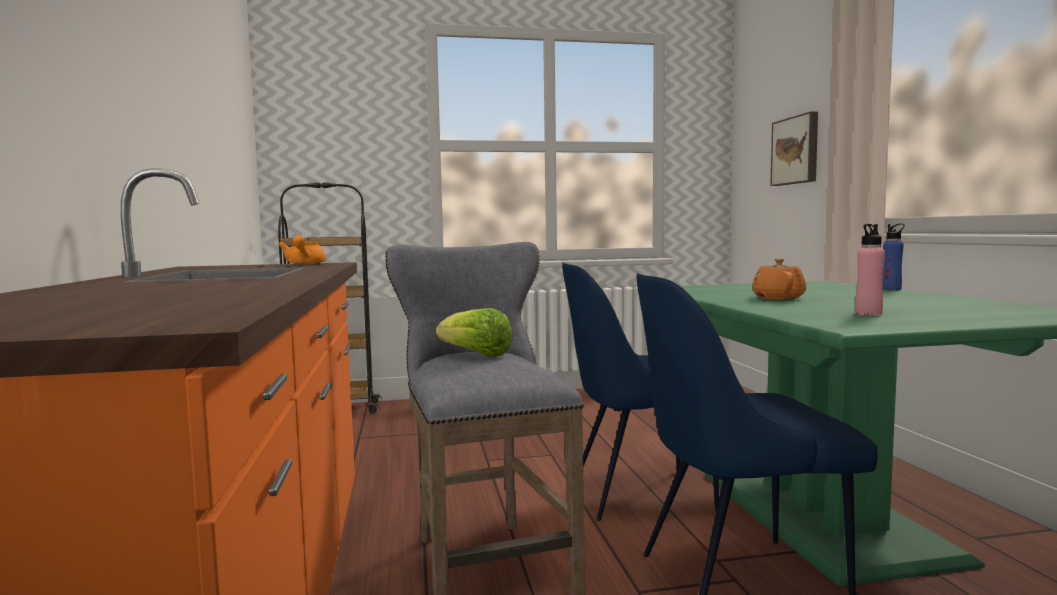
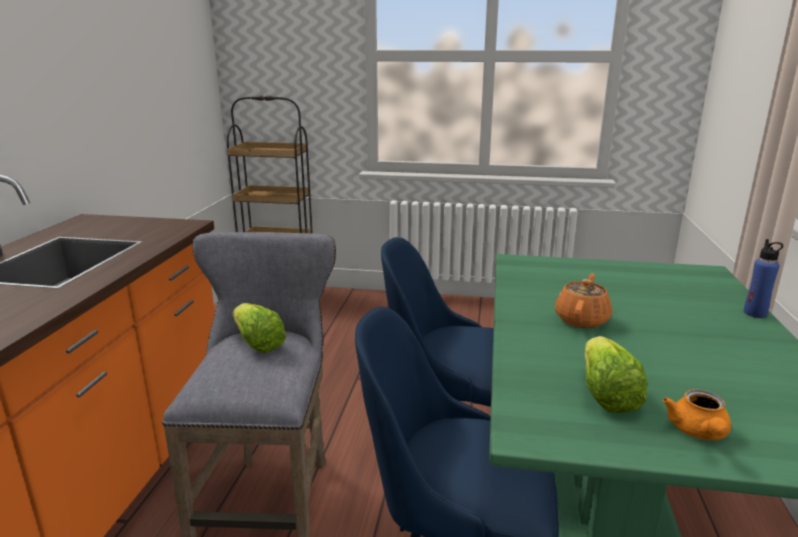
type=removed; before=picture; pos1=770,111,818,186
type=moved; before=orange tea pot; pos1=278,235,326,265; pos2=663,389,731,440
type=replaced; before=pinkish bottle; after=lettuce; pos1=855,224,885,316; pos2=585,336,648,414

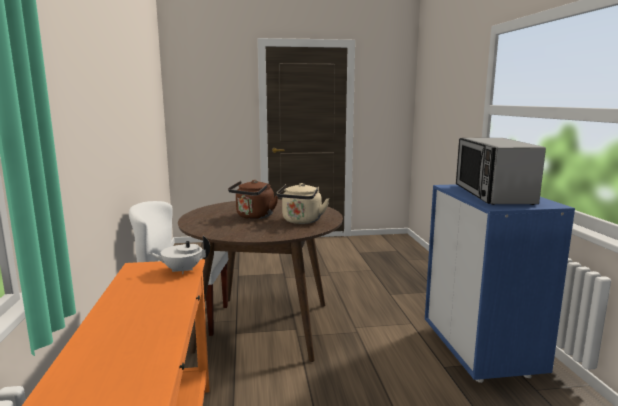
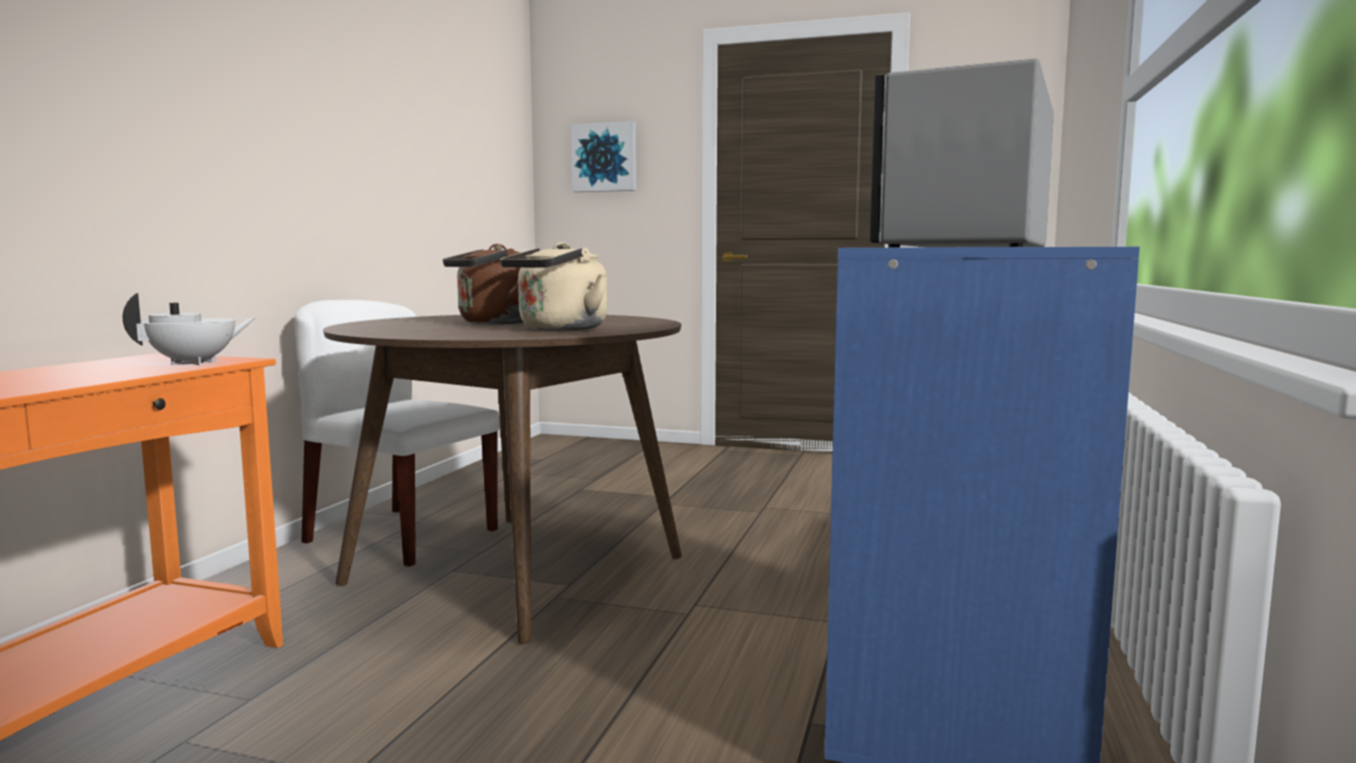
type=added; after=picture; pos2=571,121,636,192
type=turned; before=white-coloured tea pot; pos1=148,236,210,274; pos2=123,293,255,365; turn=120

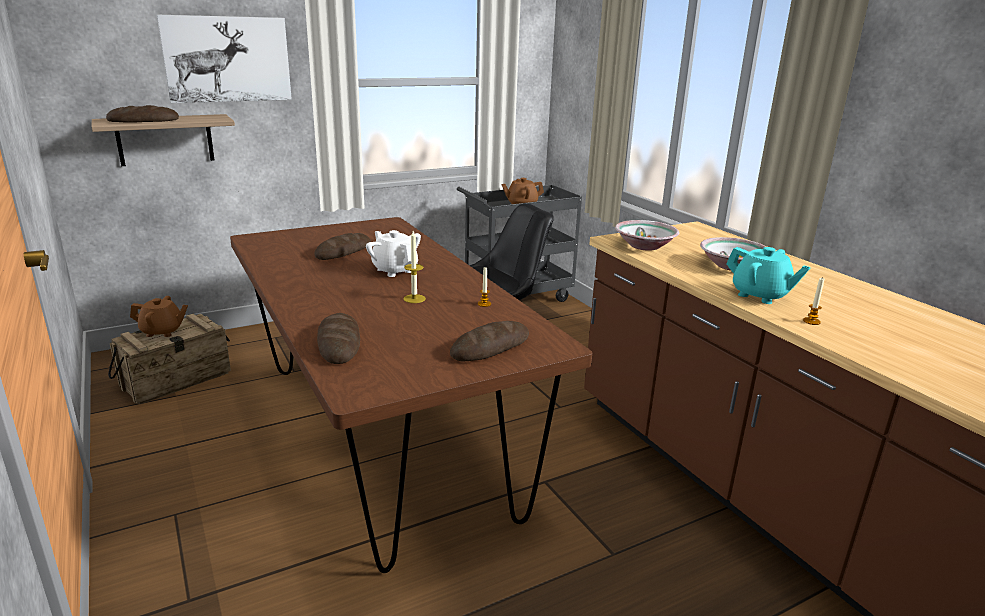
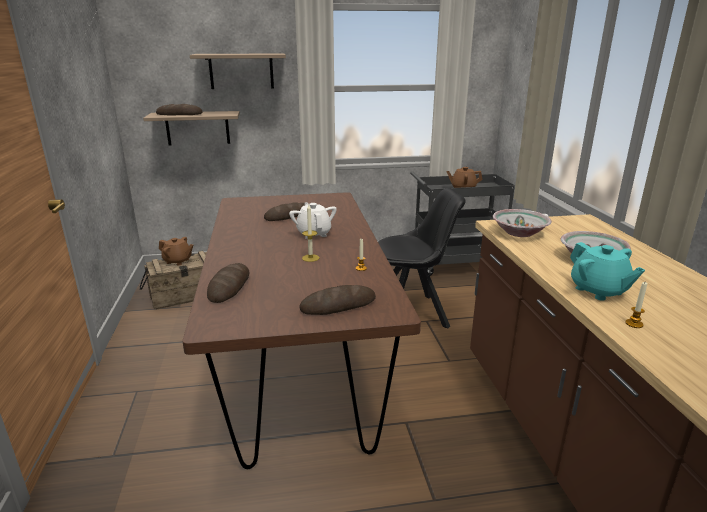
type=replaced; before=picture; after=shelf; pos1=157,15,292,103; pos2=190,53,286,89

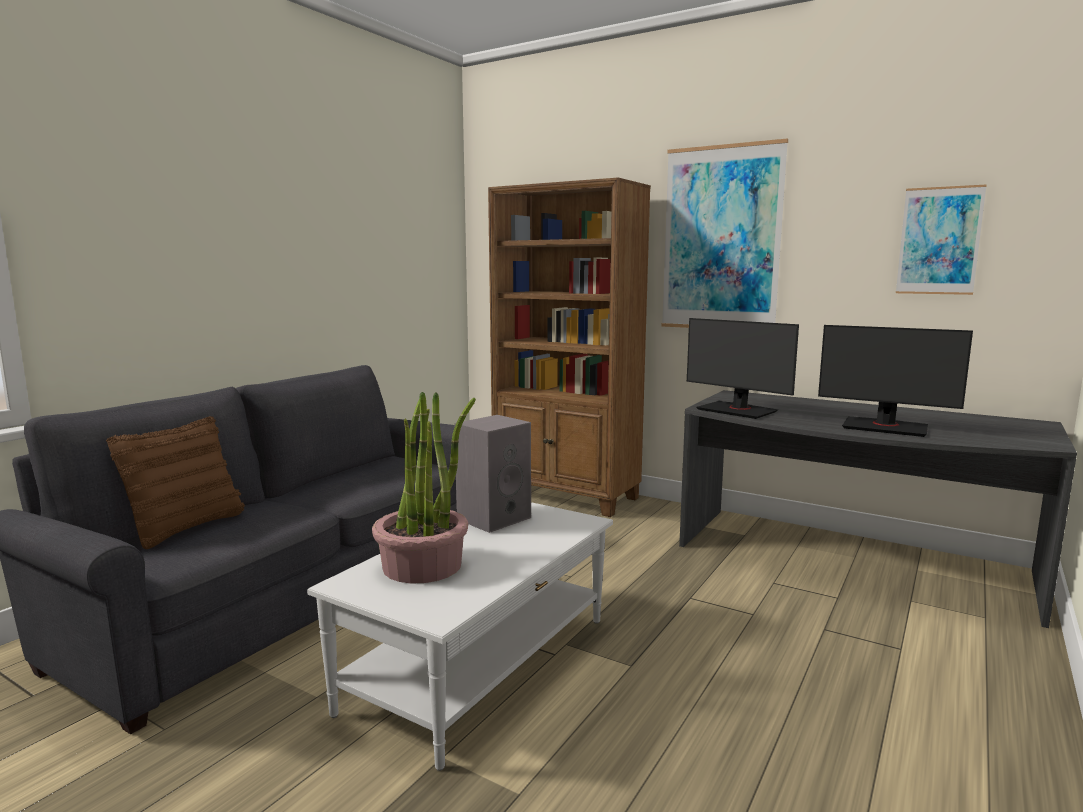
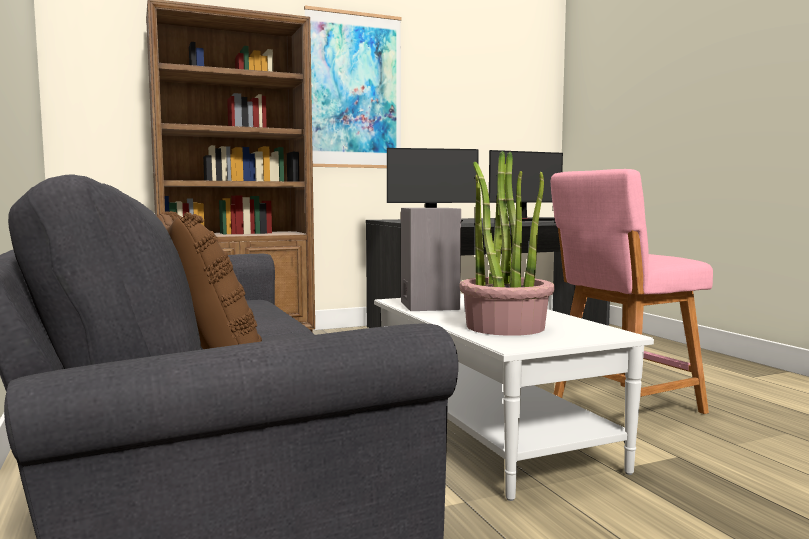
type=removed; before=picture; pos1=896,184,987,295
type=added; after=pinkish stool; pos2=550,169,713,428

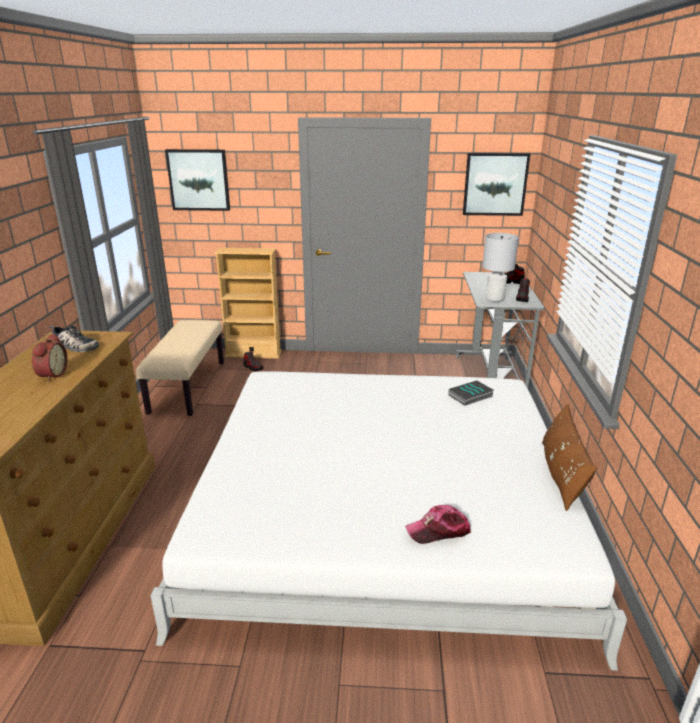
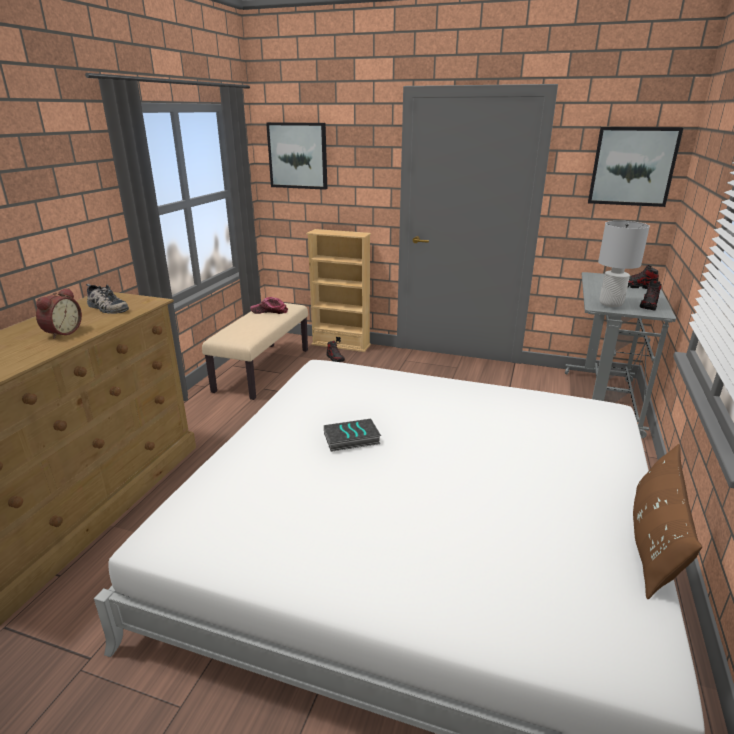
type=moved; before=cap; pos1=405,505,471,544; pos2=250,297,288,314
type=moved; before=volume; pos1=448,380,494,406; pos2=324,419,381,452

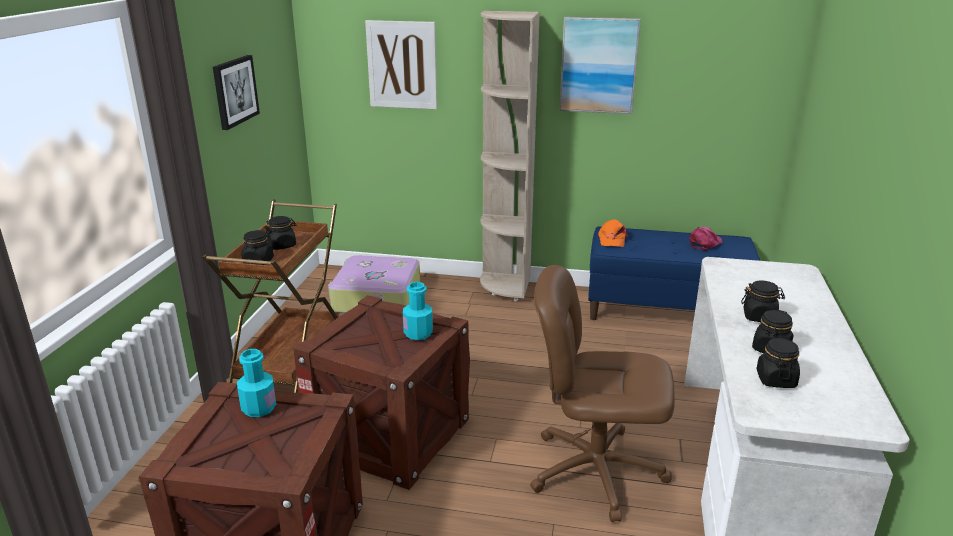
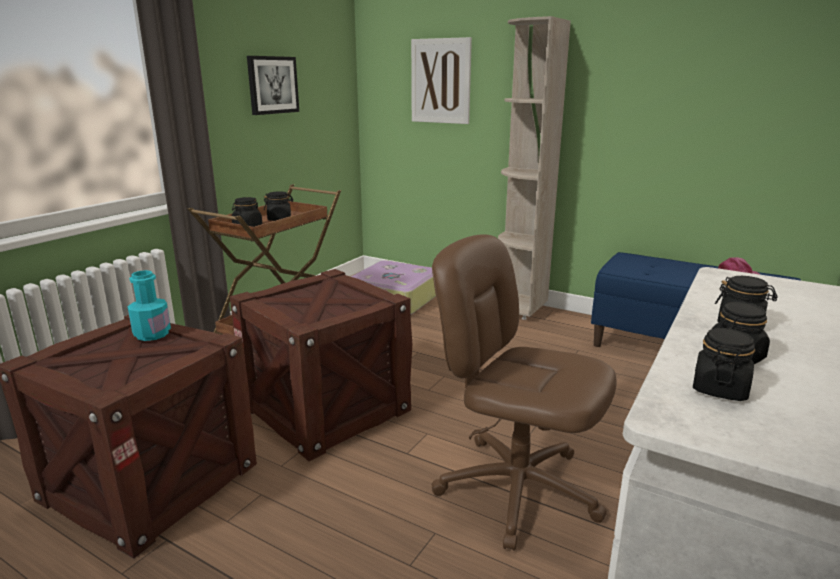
type=removed; before=turquoise bottle; pos1=403,282,433,340
type=removed; before=picture; pos1=559,17,641,114
type=removed; before=orange cap; pos1=598,219,628,247

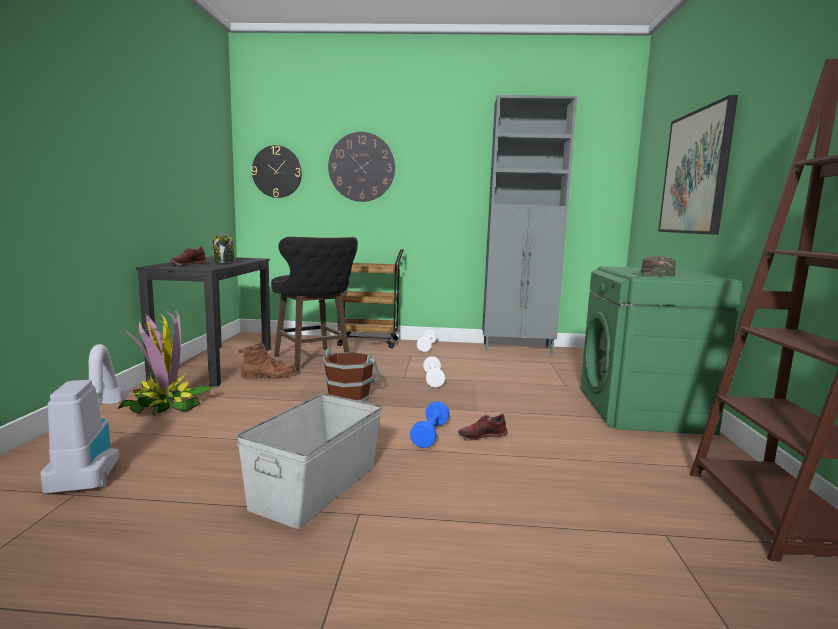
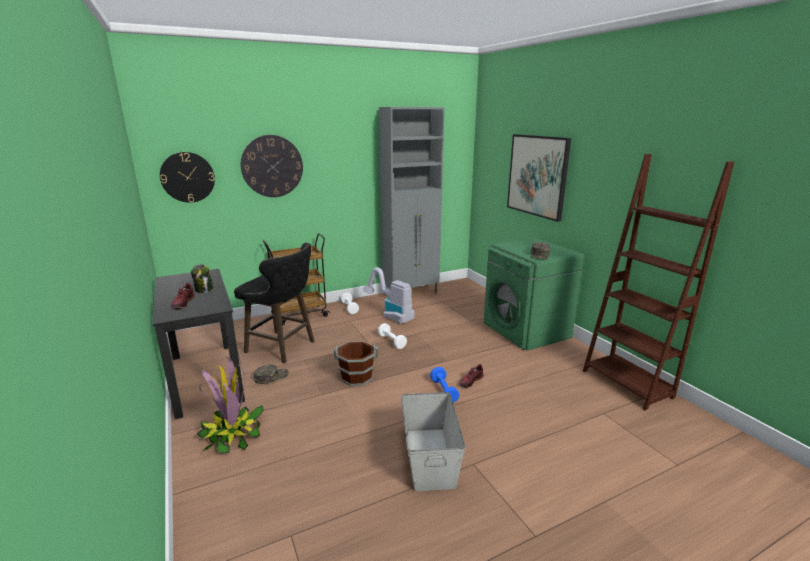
type=moved; before=hoover; pos1=40,344,129,494; pos2=363,267,414,325
type=replaced; before=brown-coloured high-top boot; after=greenish cap; pos1=238,342,297,379; pos2=254,365,289,384

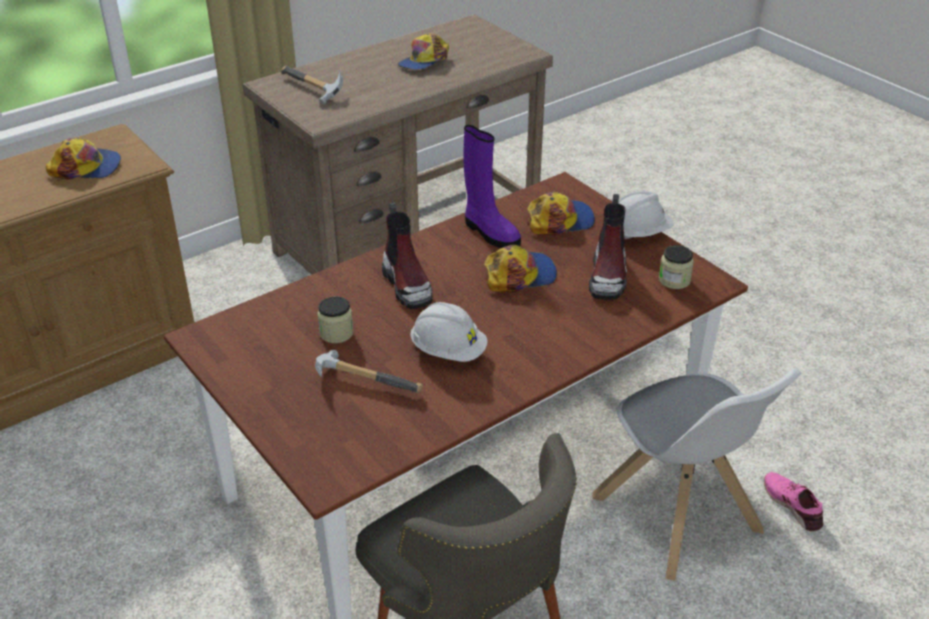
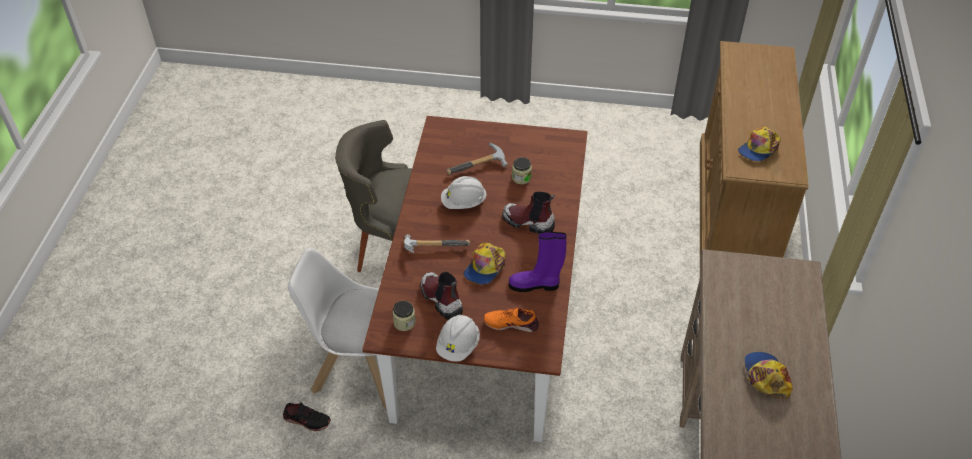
type=moved; before=hammer; pos1=281,66,343,105; pos2=404,234,470,253
type=replaced; before=cap; after=orange low shoe; pos1=527,192,595,235; pos2=484,308,539,332
type=recoloured; before=pinkish low shoe; after=black low shoe; pos1=764,472,823,531; pos2=283,402,331,431

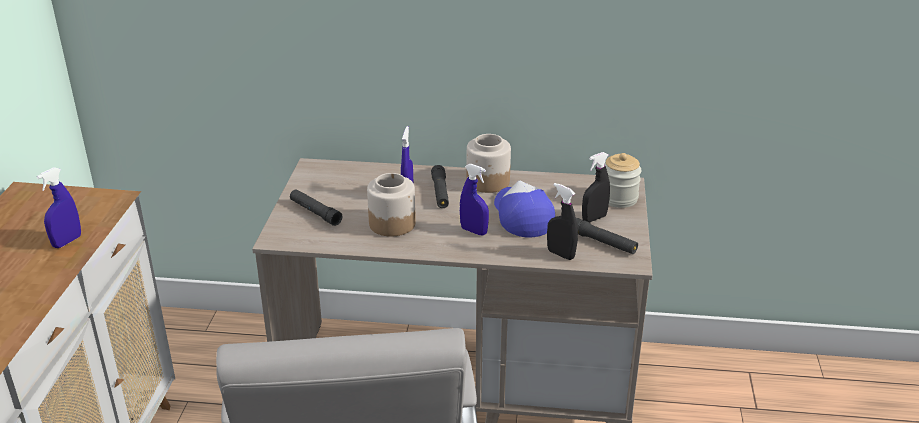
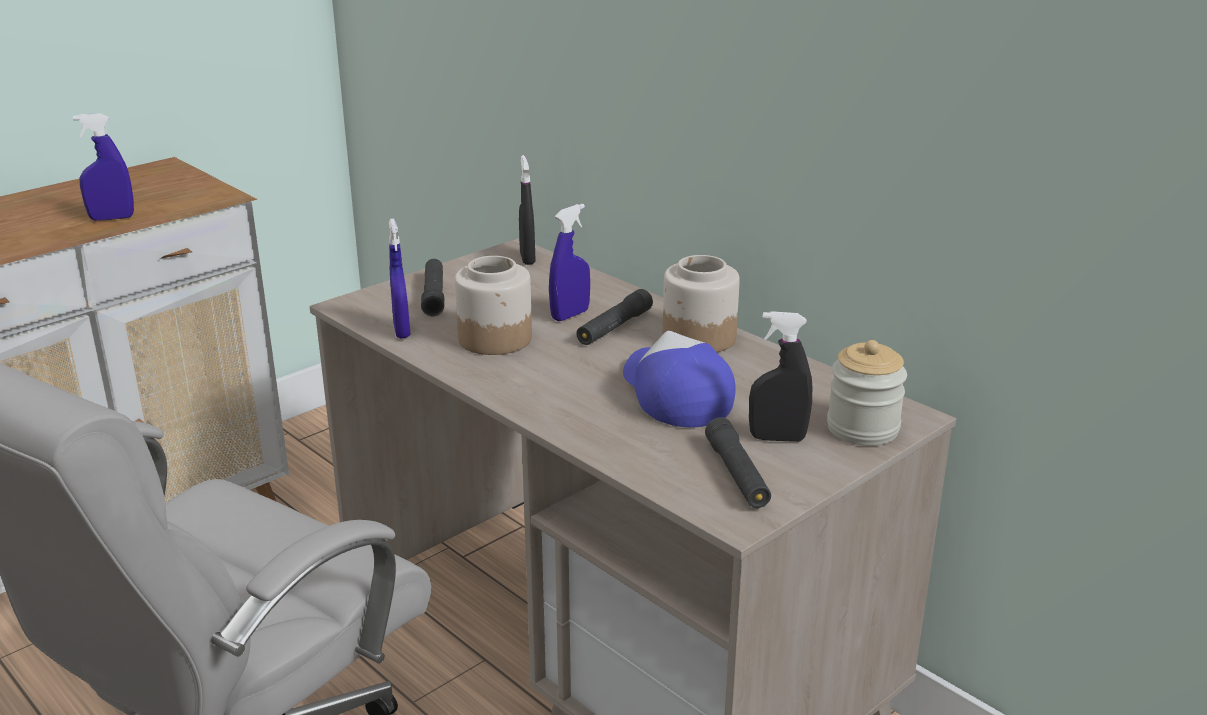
type=moved; before=bluish sprayer; pos1=459,163,489,235; pos2=389,219,410,339
type=moved; before=black sprayer; pos1=547,183,578,260; pos2=519,155,536,265
type=turned; before=cap; pos1=494,180,555,238; pos2=623,331,736,428; turn=-45

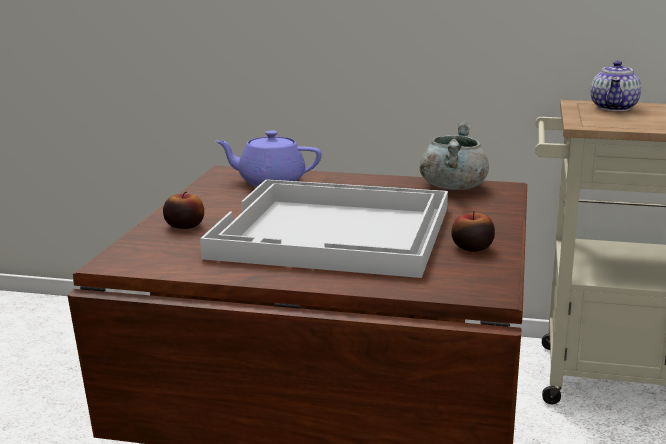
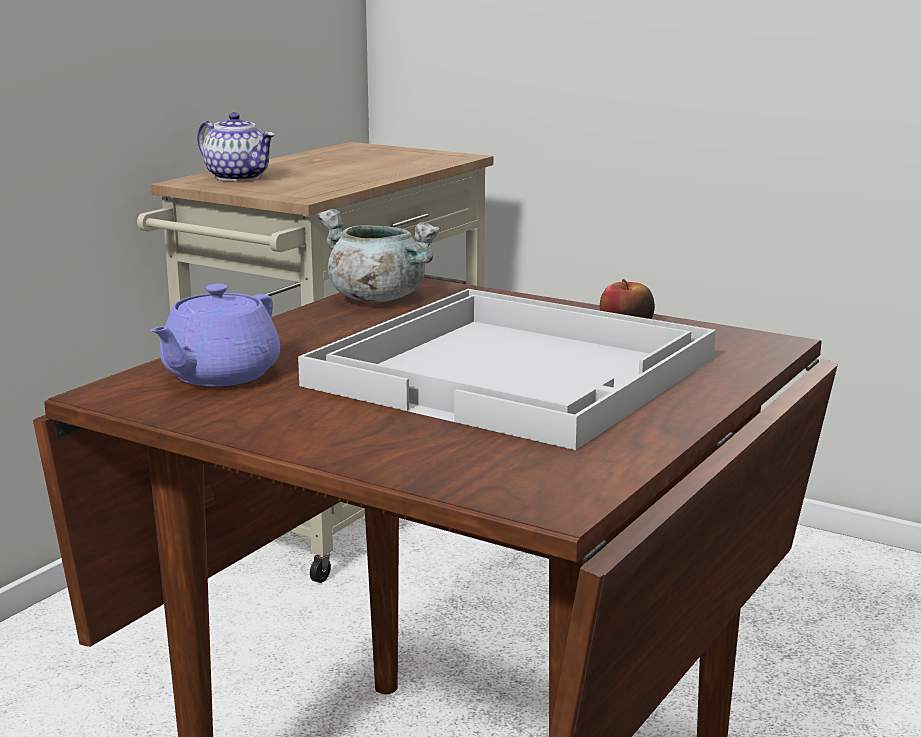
type=removed; before=whole apple; pos1=163,192,204,229

